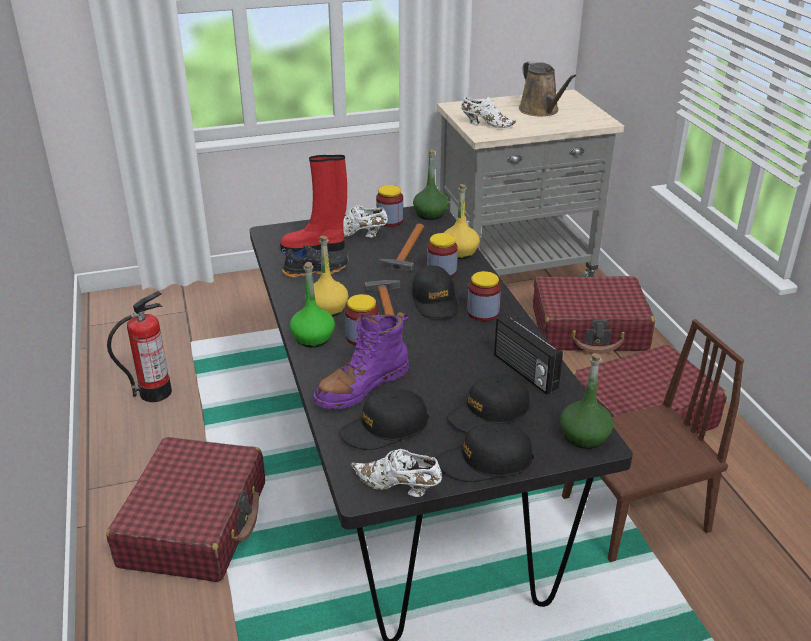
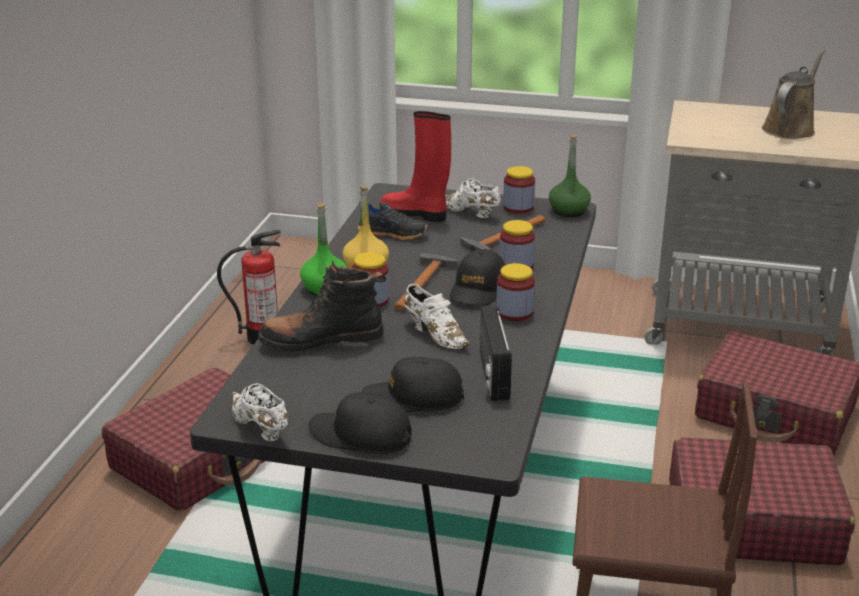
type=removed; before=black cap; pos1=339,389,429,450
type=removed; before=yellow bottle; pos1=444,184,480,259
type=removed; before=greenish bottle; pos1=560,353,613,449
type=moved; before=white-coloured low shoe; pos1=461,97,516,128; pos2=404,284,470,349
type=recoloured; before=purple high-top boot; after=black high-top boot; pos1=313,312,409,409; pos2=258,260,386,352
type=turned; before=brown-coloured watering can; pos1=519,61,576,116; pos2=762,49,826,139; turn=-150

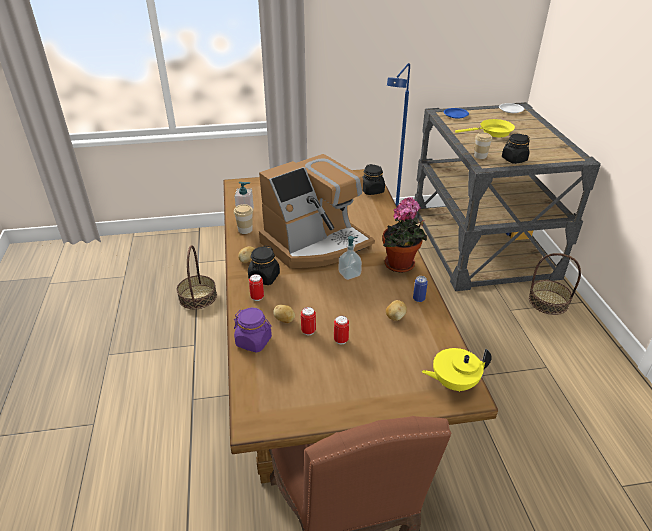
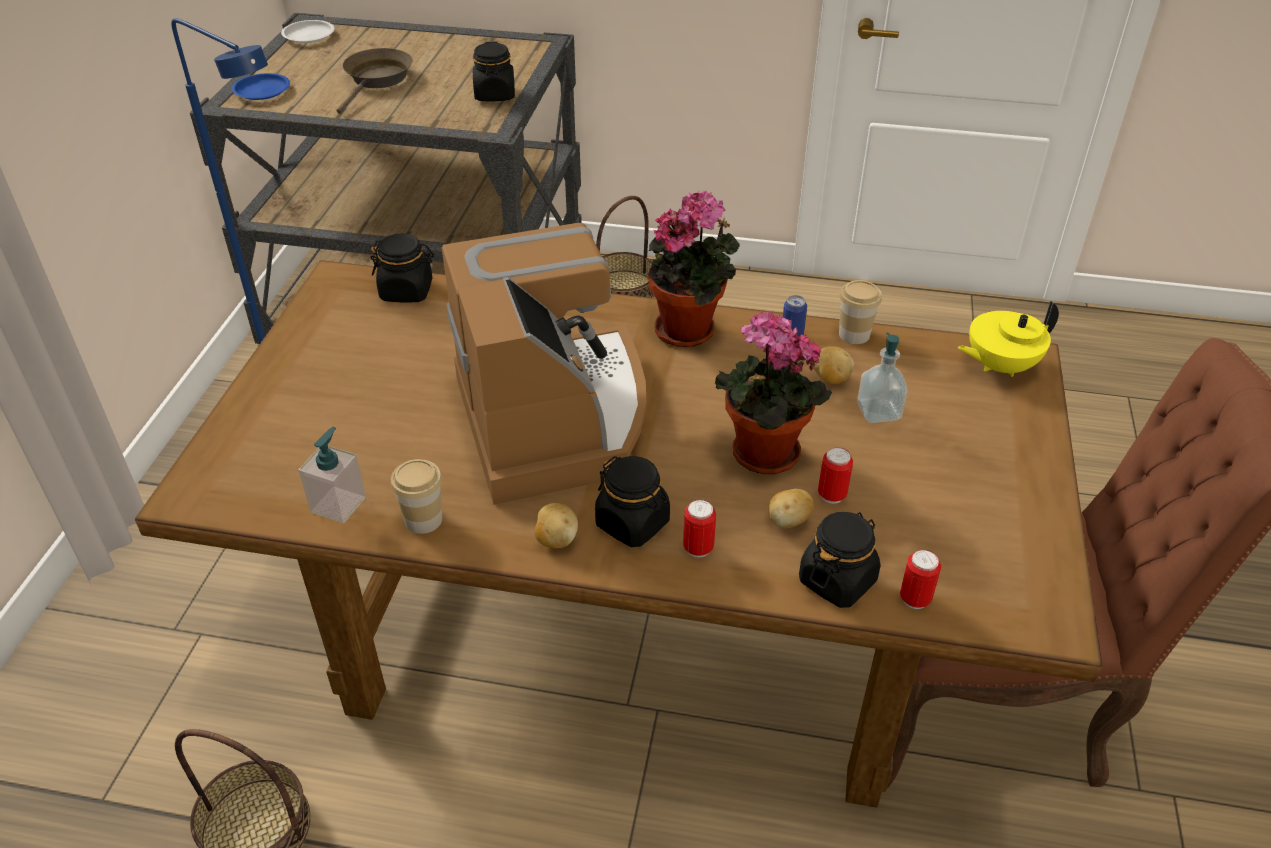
type=added; after=plant in a pot; pos2=714,312,832,474
type=moved; before=can; pos1=334,316,349,344; pos2=900,549,941,609
type=moved; before=soap bottle; pos1=339,236,362,280; pos2=857,332,907,423
type=moved; before=small cup; pos1=474,132,493,159; pos2=839,280,882,344
type=recoloured; before=purple jar; after=black jar; pos1=234,308,272,353; pos2=799,512,881,608
type=recoloured; before=yellow frying pan; after=brown-coloured frying pan; pos1=455,119,515,137; pos2=336,48,413,114
type=turned; before=yellow tea pot; pos1=422,348,492,392; pos2=958,301,1059,377; turn=60

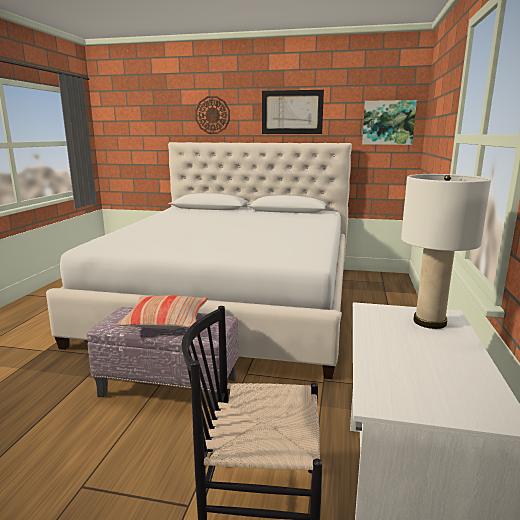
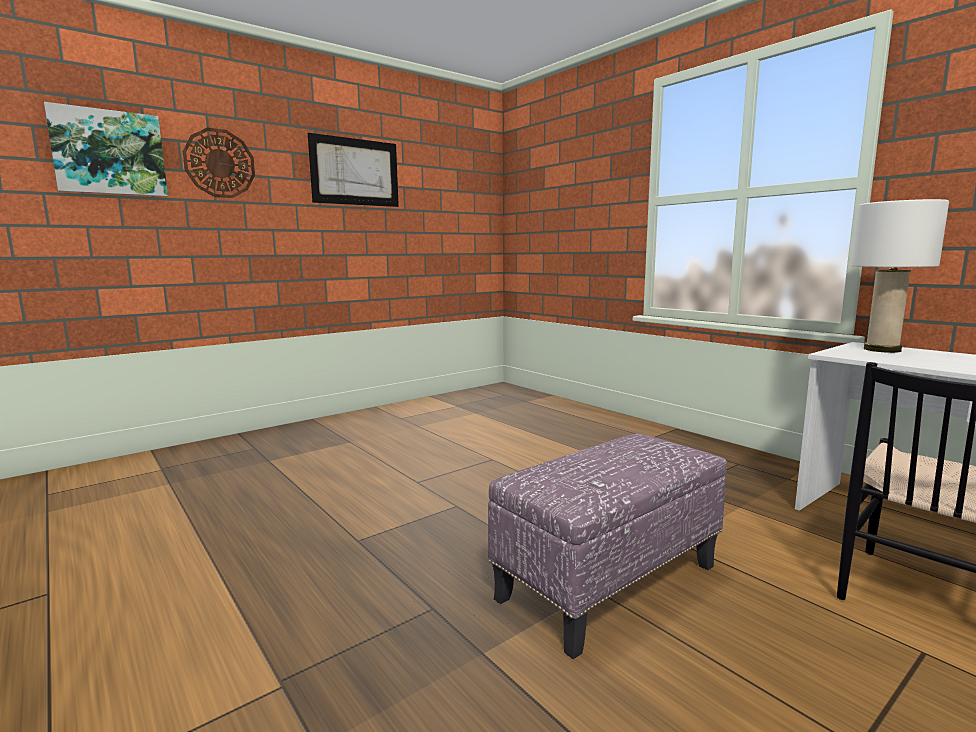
type=removed; before=white-coloured bedroom bed; pos1=46,142,352,379
type=removed; before=throw pillow; pos1=117,295,208,329
type=moved; before=picture; pos1=362,100,417,145; pos2=44,102,168,197

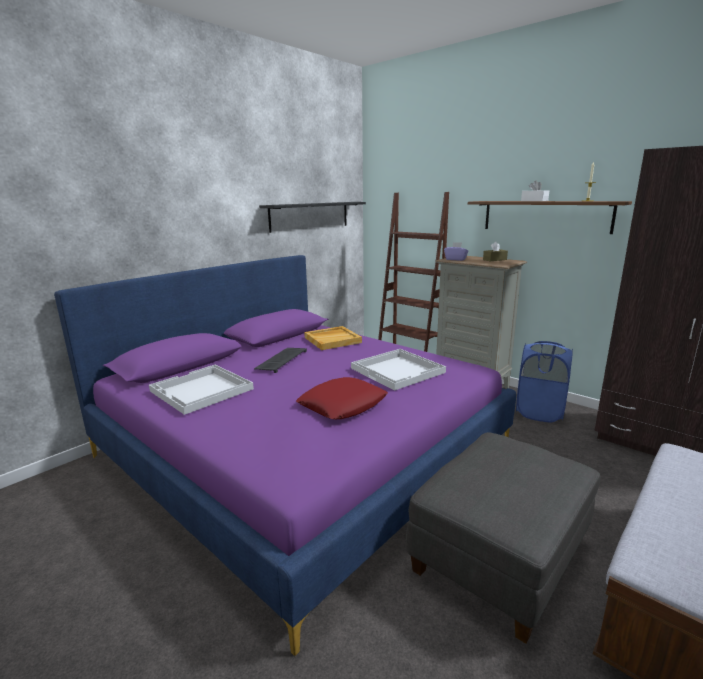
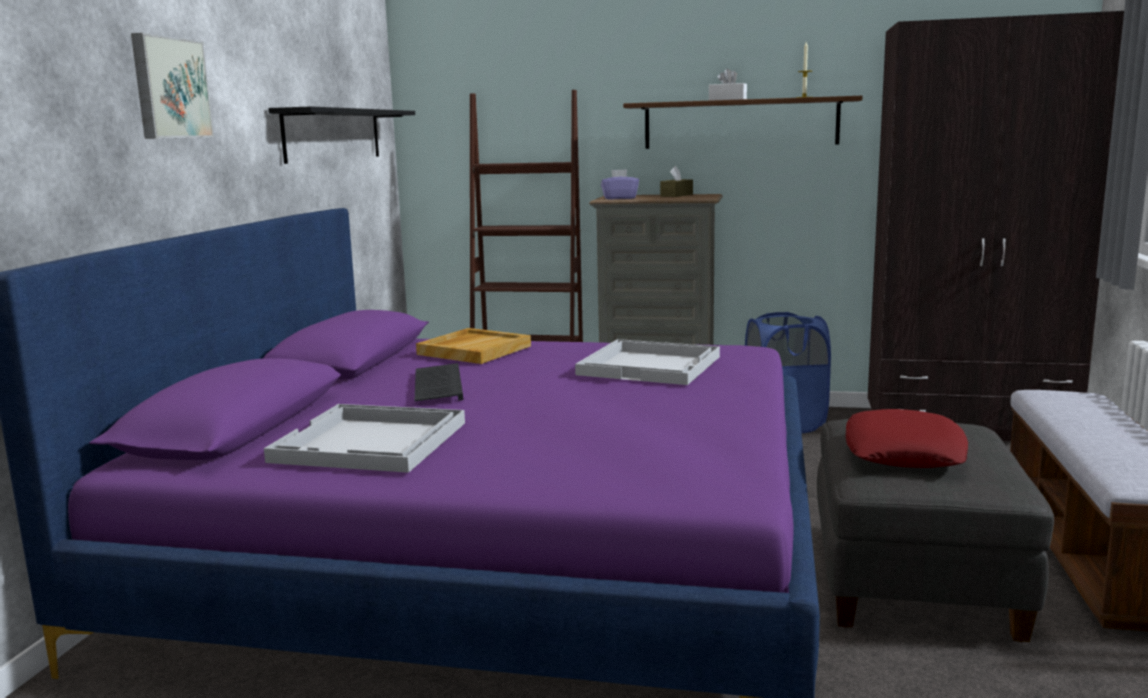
type=added; after=picture; pos2=131,33,214,139
type=moved; before=red throw pillow; pos1=296,377,388,419; pos2=846,409,968,468

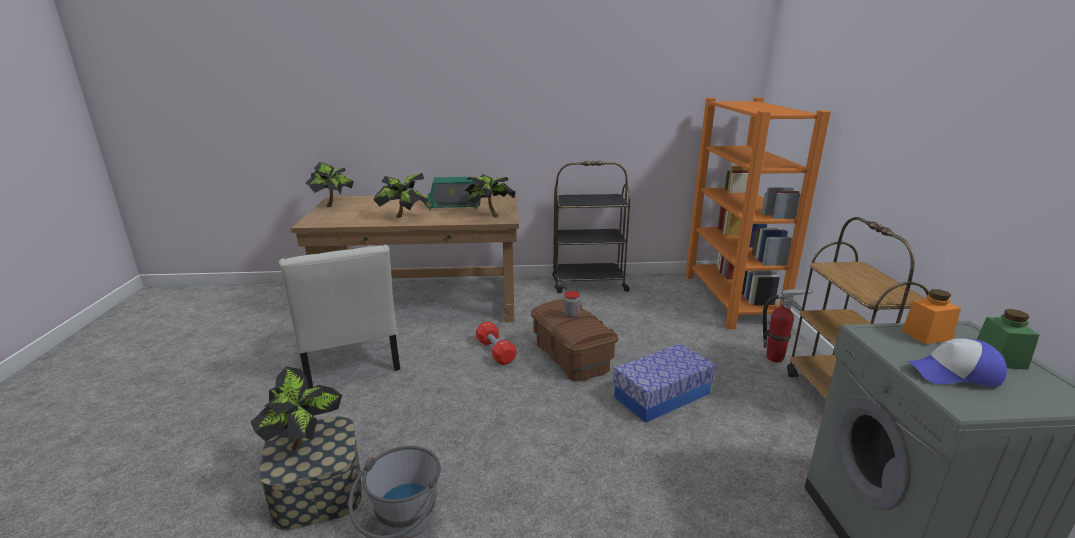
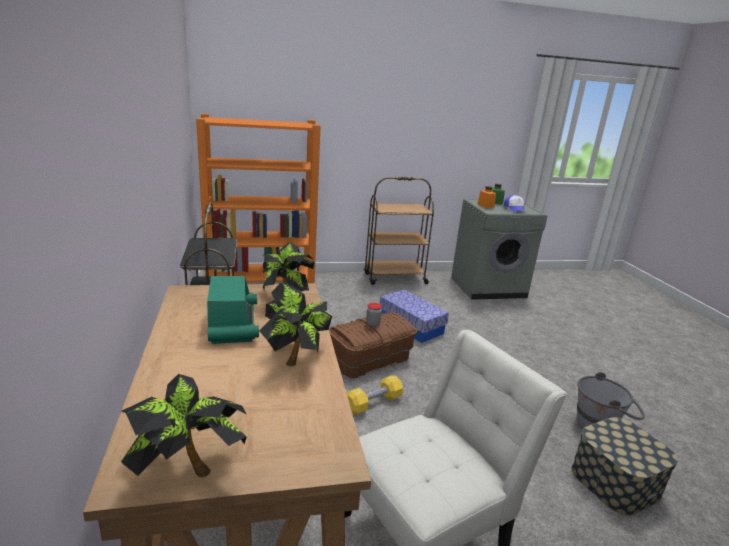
type=removed; before=plant in a pot; pos1=251,366,342,450
type=removed; before=fire extinguisher; pos1=763,289,813,362
type=recoloured; before=red dumbbell; after=yellow dumbbell; pos1=476,321,516,365; pos2=347,375,403,415

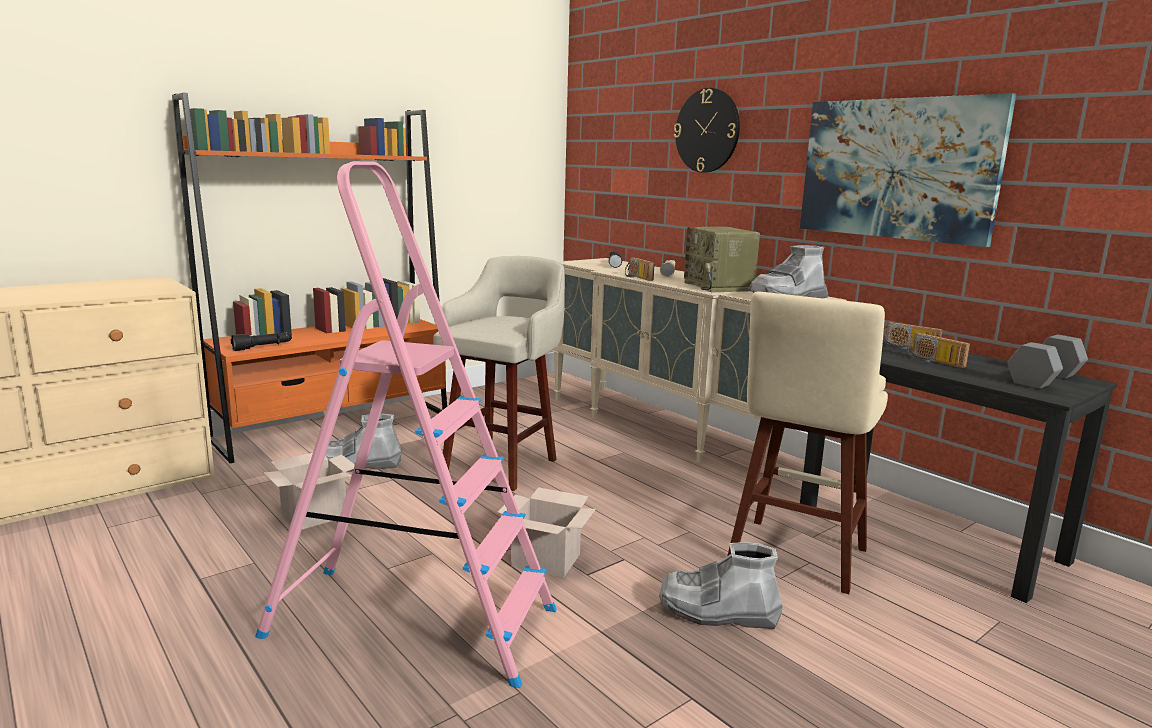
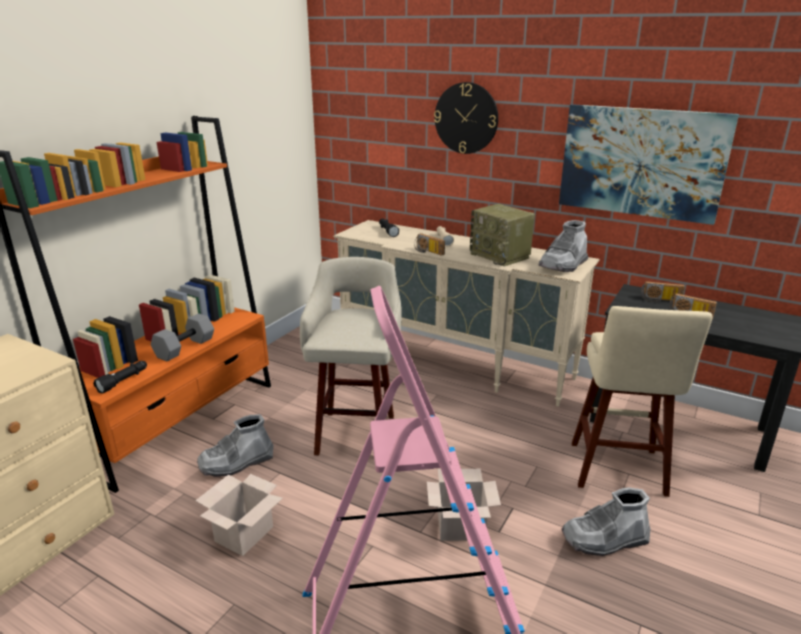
type=moved; before=greyish dumbbell; pos1=1007,335,1088,389; pos2=151,313,214,361

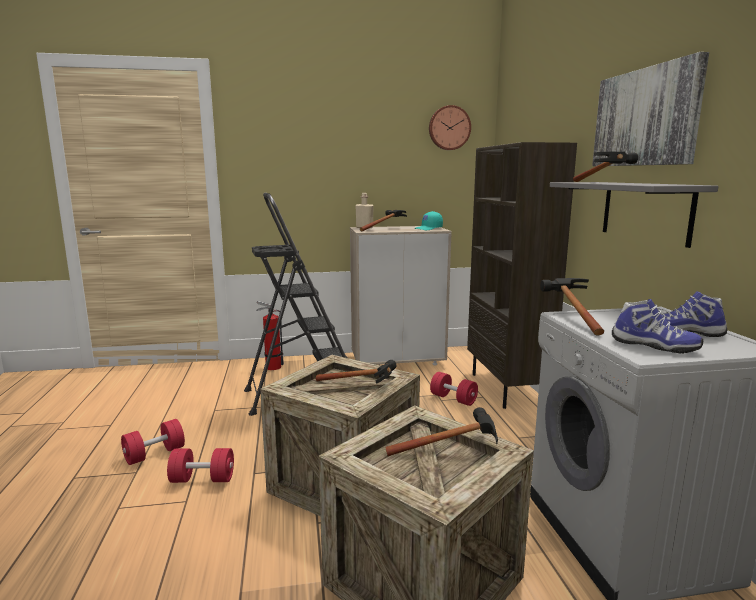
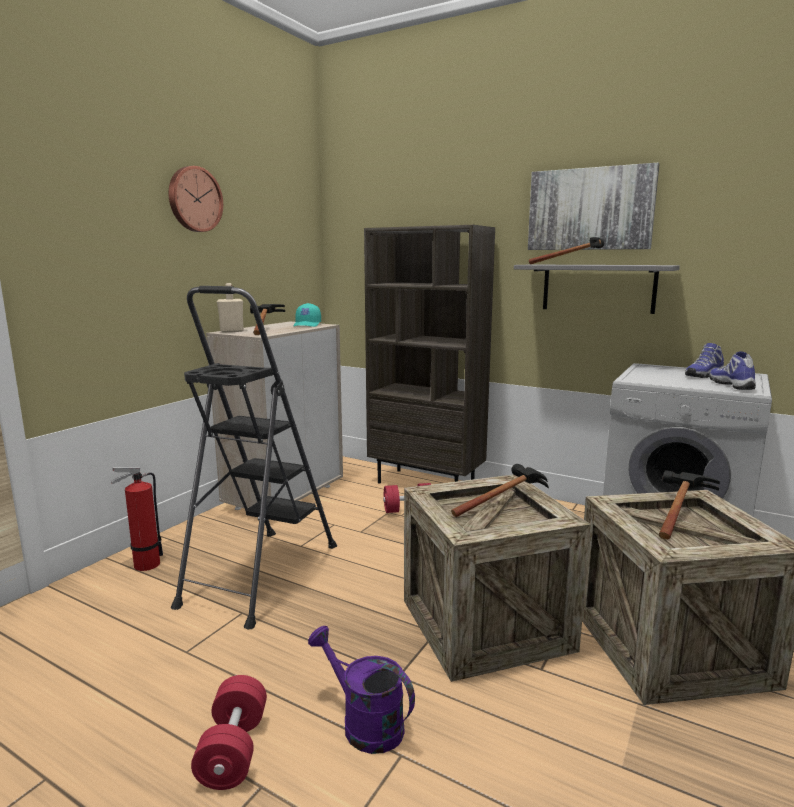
type=removed; before=hammer; pos1=540,278,604,335
type=moved; before=clock on the wall; pos1=429,105,471,150; pos2=169,166,223,232
type=replaced; before=red dumbbell; after=purple watering can; pos1=167,448,234,483; pos2=308,626,415,754
type=turned; before=low shoe; pos1=612,299,703,354; pos2=709,351,756,390; turn=-75

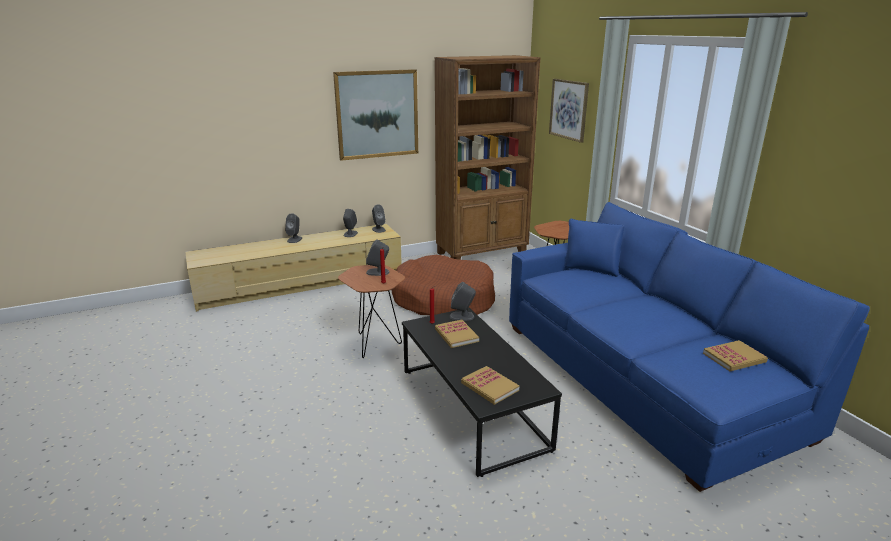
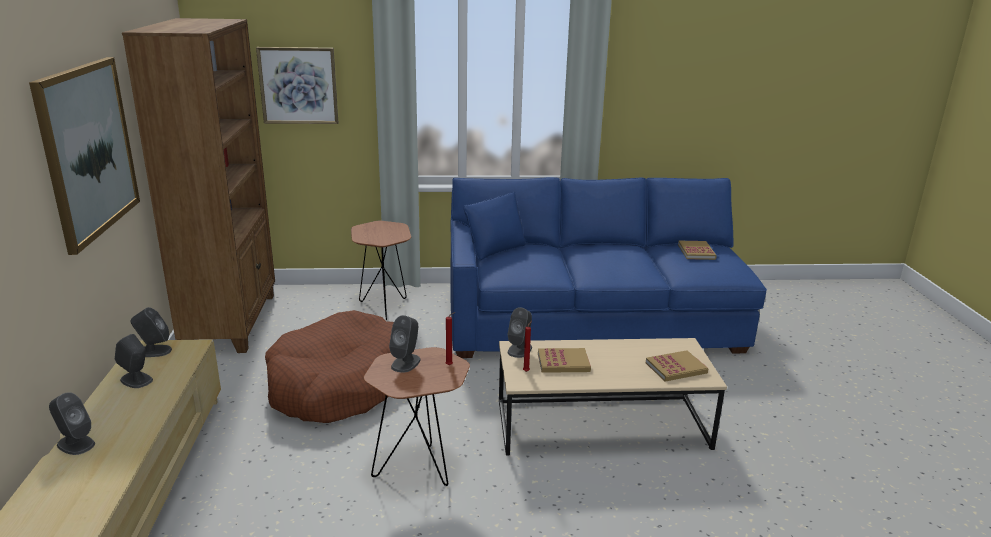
type=recoloured; before=black coffee table; after=beige-coloured coffee table; pos1=402,308,562,477; pos2=499,338,727,456

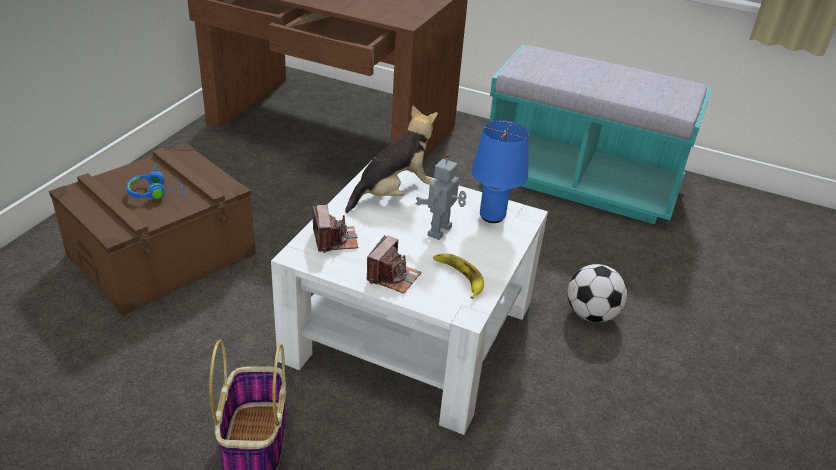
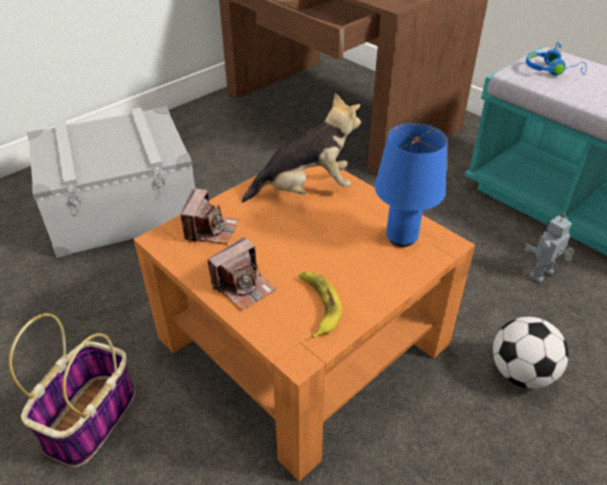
type=moved; before=bluish headphones; pos1=127,165,183,200; pos2=526,42,587,75
type=moved; before=model robot; pos1=416,154,467,240; pos2=524,213,574,283
type=recoloured; before=brown-coloured storage container; after=greyish storage container; pos1=49,143,256,316; pos2=27,106,196,258
type=recoloured; before=white-coloured coffee table; after=orange coffee table; pos1=271,160,548,435; pos2=134,166,475,481

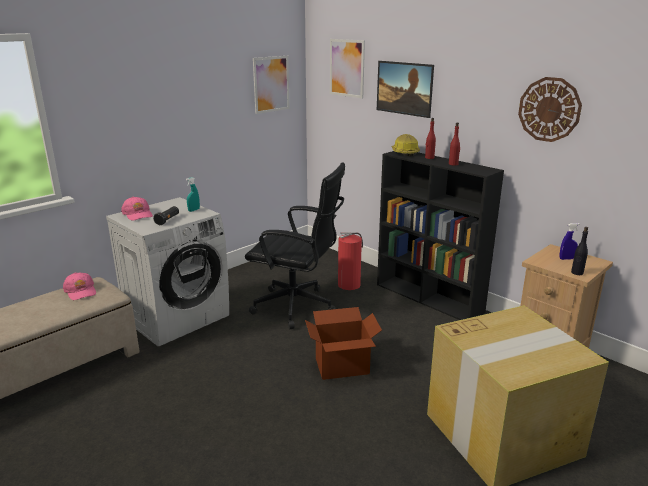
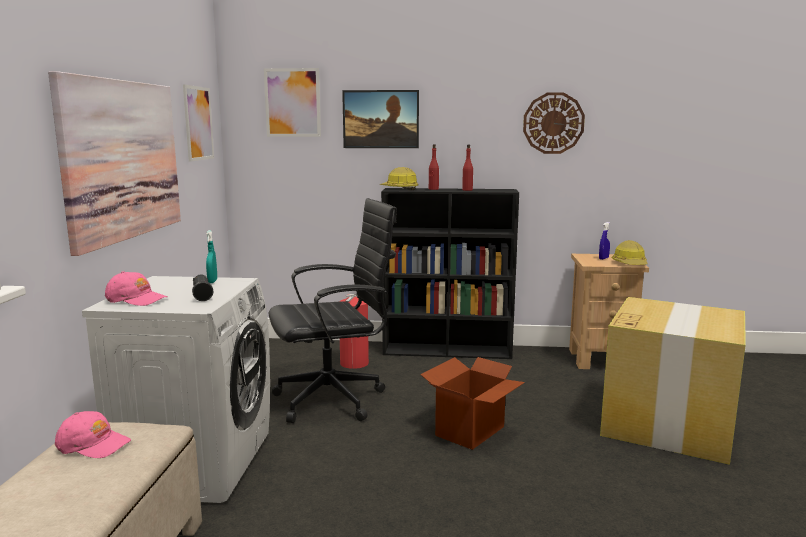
type=added; after=picture; pos2=48,71,181,256
type=replaced; before=black bottle; after=hard hat; pos1=571,227,588,275; pos2=612,240,648,265

